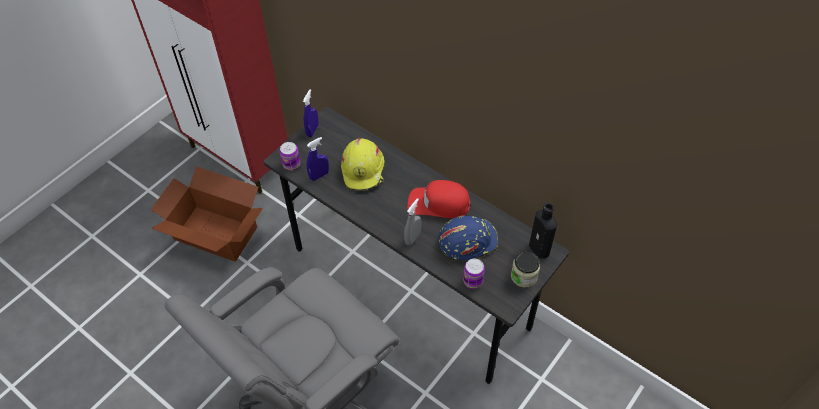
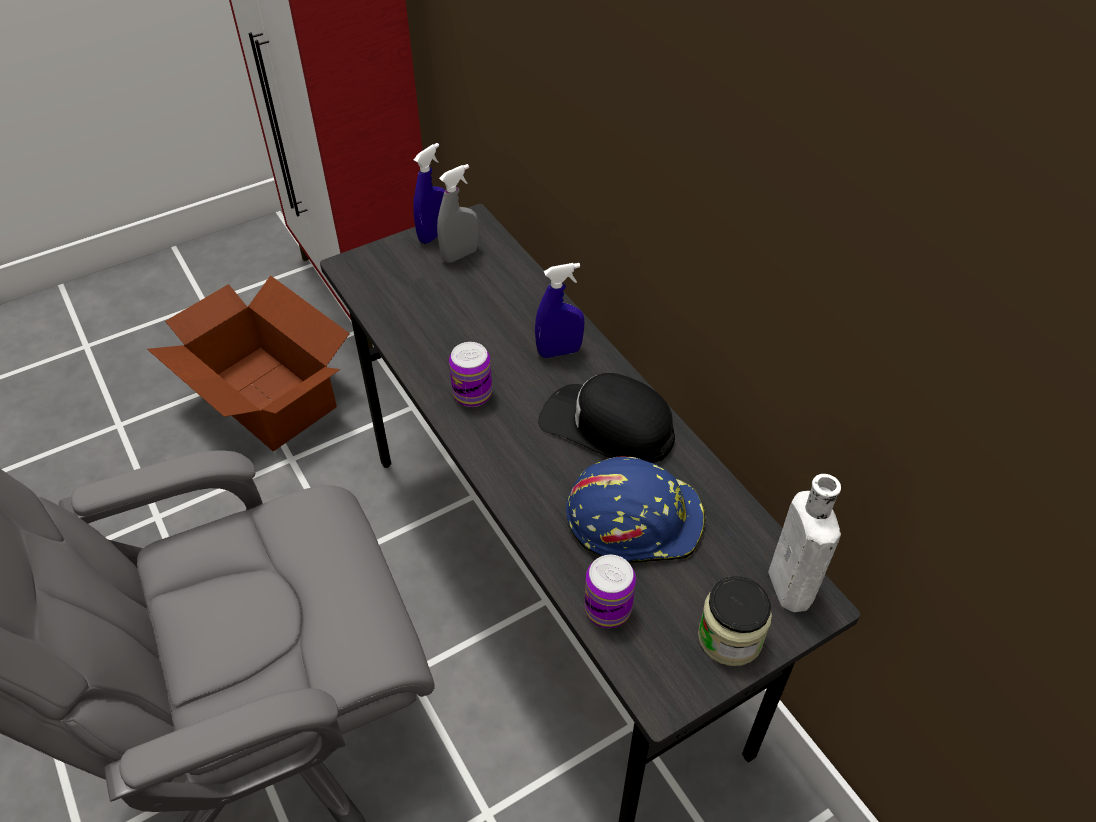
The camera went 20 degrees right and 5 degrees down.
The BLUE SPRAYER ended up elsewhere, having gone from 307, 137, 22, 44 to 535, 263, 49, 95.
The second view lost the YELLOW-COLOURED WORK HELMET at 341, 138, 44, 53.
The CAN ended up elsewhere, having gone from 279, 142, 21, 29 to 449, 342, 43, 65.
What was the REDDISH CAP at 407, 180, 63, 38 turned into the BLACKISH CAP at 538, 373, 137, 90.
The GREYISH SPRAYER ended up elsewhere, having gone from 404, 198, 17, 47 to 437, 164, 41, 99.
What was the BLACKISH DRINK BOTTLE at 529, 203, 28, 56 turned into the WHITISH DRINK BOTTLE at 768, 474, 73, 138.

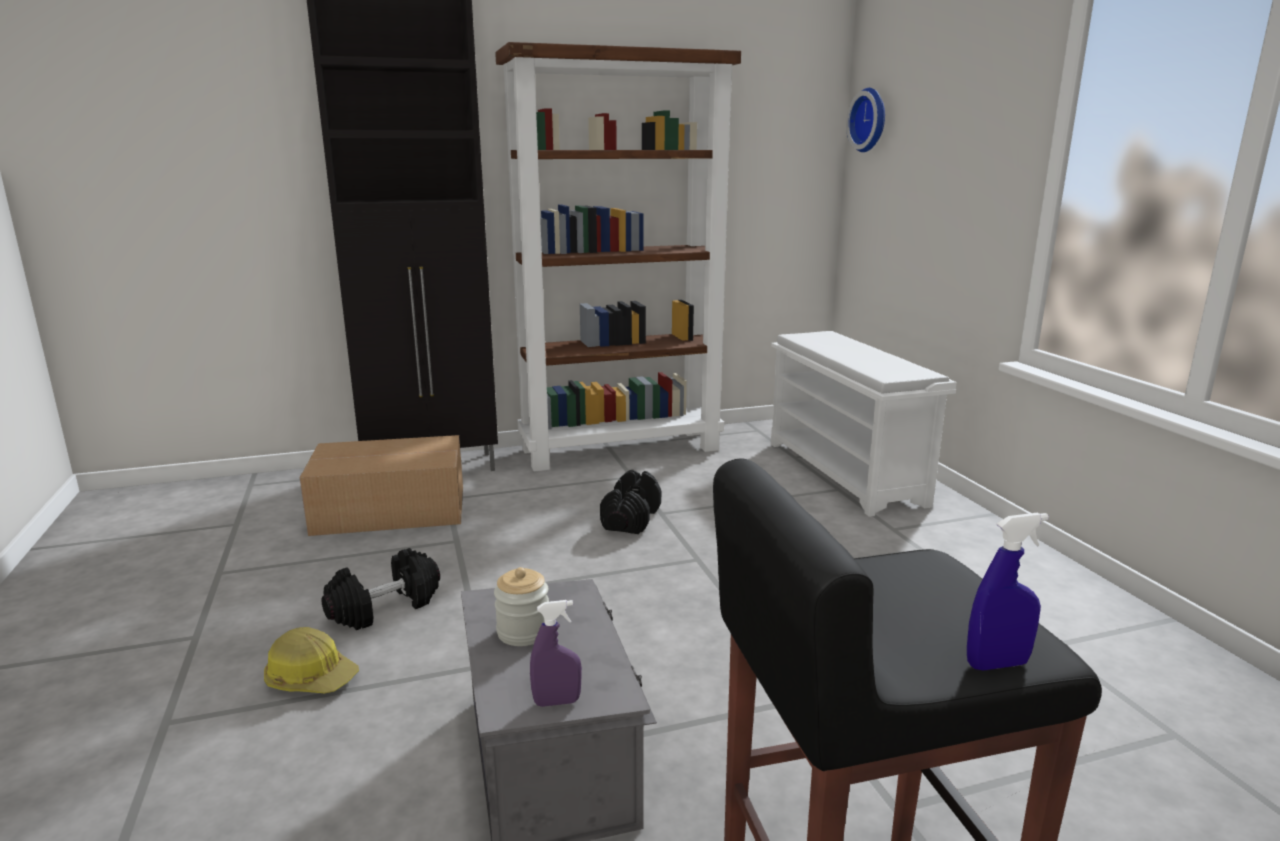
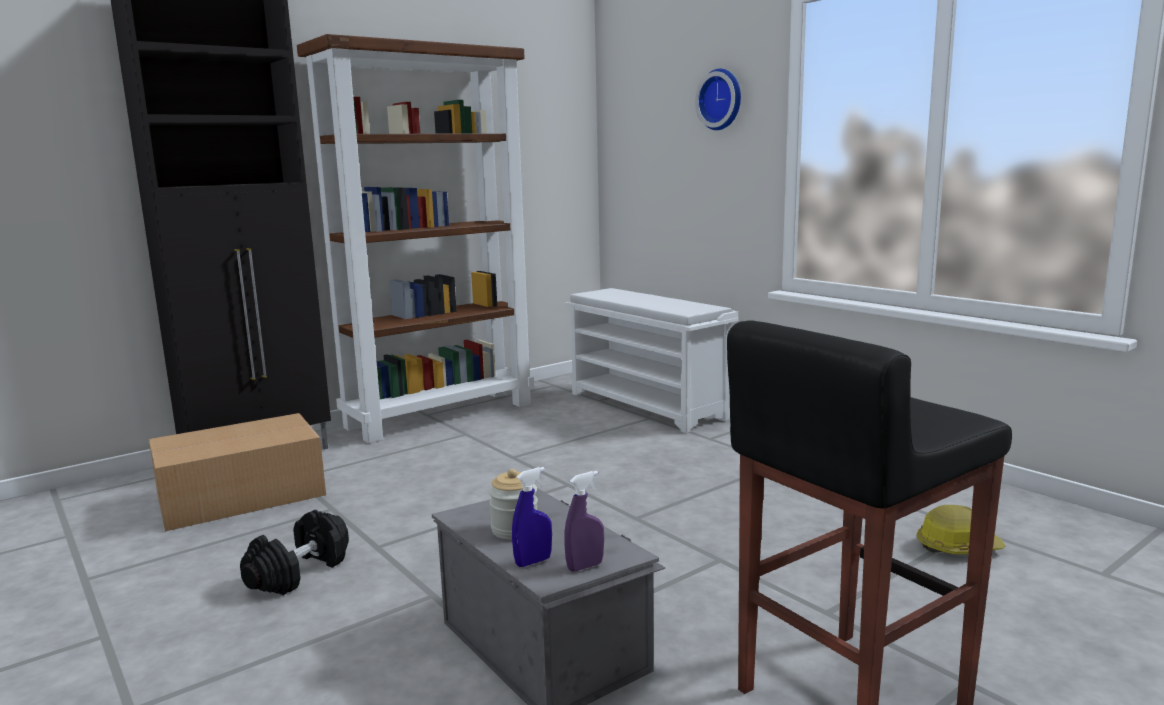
The camera went 20 degrees left and 5 degrees down.
The WALL CLOCK ended up elsewhere, having gone from 846, 88, 39, 64 to 695, 69, 46, 61.
The second view lost the BLACKISH FREE WEIGHT at 600, 470, 61, 64.
The BLUE SPRAYER ended up elsewhere, having gone from 967, 513, 82, 158 to 512, 467, 40, 100.
The WORK HELMET ended up elsewhere, having gone from 264, 627, 95, 66 to 917, 505, 89, 49.

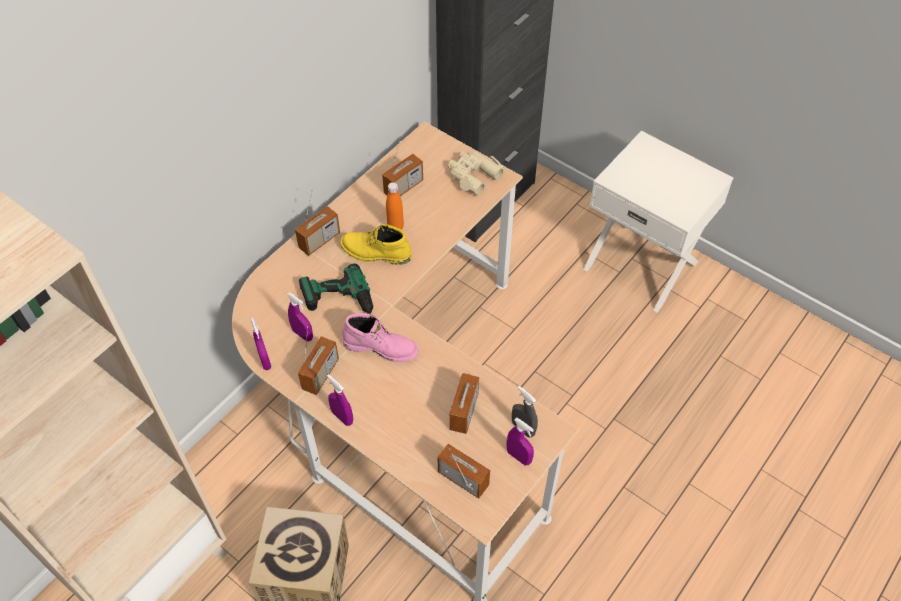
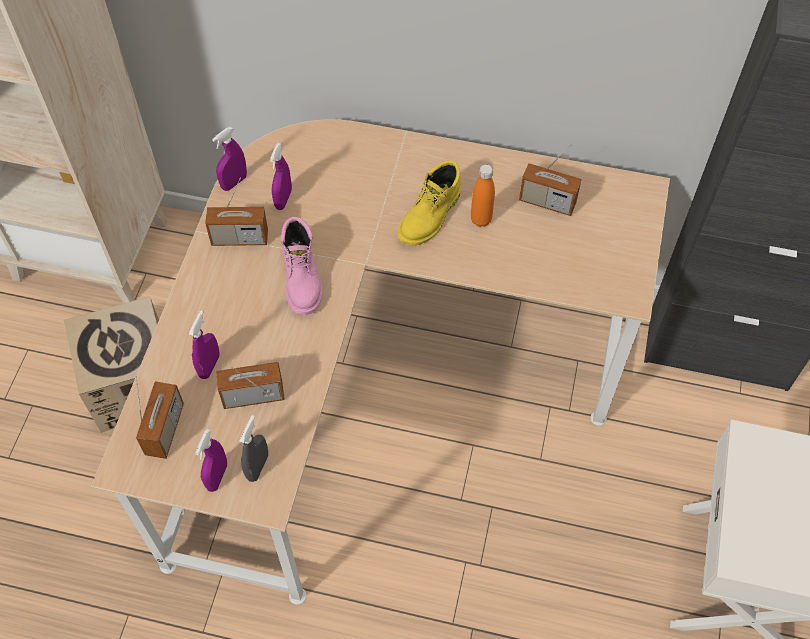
The camera went 65 degrees right and 5 degrees up.
The second view lost the BEIGE FIELD GLASSES at 448, 151, 57, 45.
The second view lost the RADIO SET at 295, 190, 45, 66.
The YELLOW-COLOURED HIGH-TOP BOOT at 341, 224, 71, 41 ended up facing another way, 135 degrees counterclockwise from before.
The second view lost the ELECTRIC DRILL at 299, 263, 74, 51.
The PURPLE-COLOURED SPRAYER ended up elsewhere, having gone from 327, 374, 26, 52 to 189, 310, 31, 69.

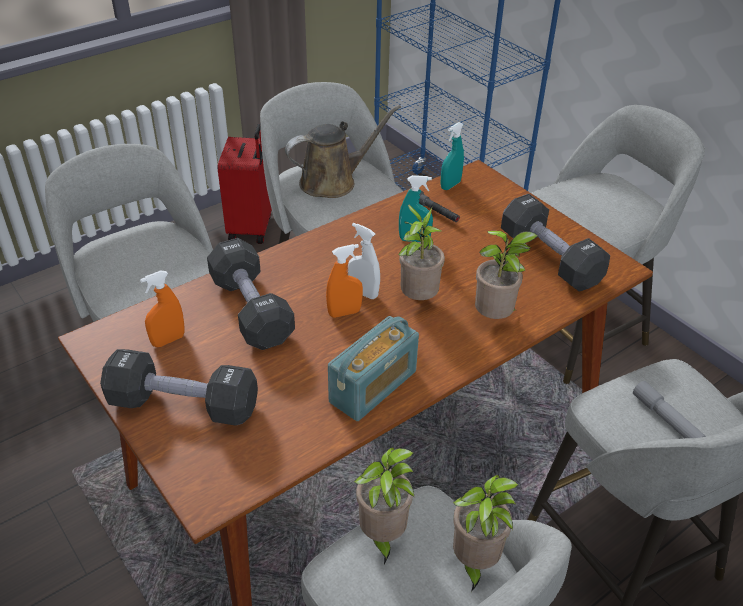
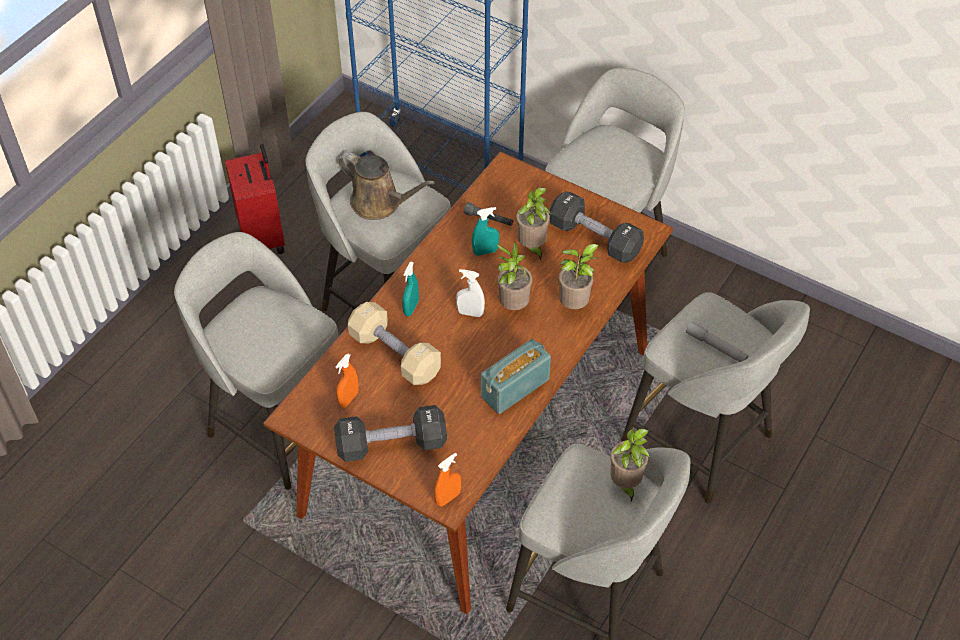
The camera went 20 degrees left and 10 degrees up.
The BROWNISH WATERING CAN at 285, 105, 116, 93 ended up facing another way, 75 degrees clockwise from before.
The TURQUOISE SPRAYER ended up elsewhere, having gone from 441, 122, 23, 68 to 402, 262, 17, 54.
What was the BLACKISH FREE WEIGHT at 207, 238, 88, 112 turned into the BEIGE FREE WEIGHT at 348, 302, 93, 83.
The ORANGEY SPRAYER ended up elsewhere, having gone from 326, 244, 37, 74 to 434, 453, 27, 54.
The RADIO SET at 328, 316, 91, 105 ended up facing another way, 150 degrees counterclockwise from before.
The HOUSEPLANT ended up elsewhere, having gone from 354, 447, 60, 117 to 516, 187, 35, 74.

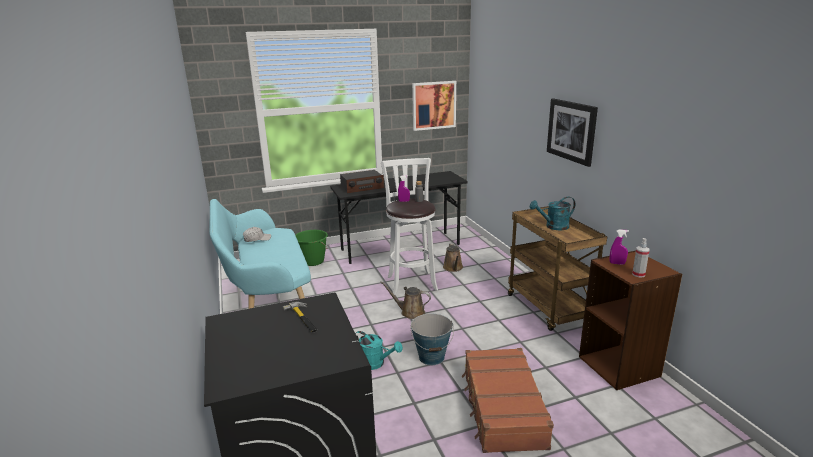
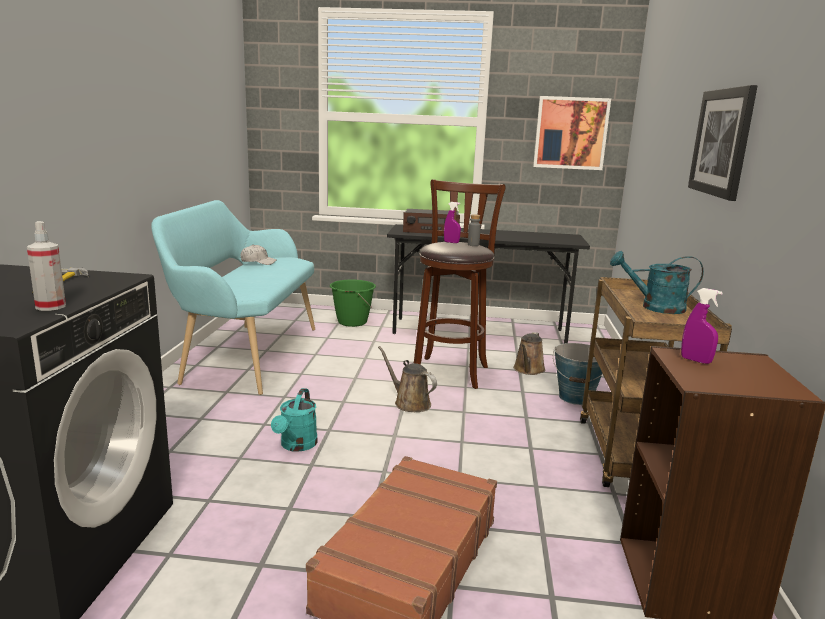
The camera went 25 degrees right and 5 degrees down.
What was the WHITISH STOOL SEAT at 381, 158, 57, 137 turned into the BROWNISH STOOL SEAT at 414, 180, 92, 209.
The SPRAYER ended up elsewhere, having gone from 632, 238, 18, 39 to 27, 221, 39, 90.
The PAIL ended up elsewhere, having gone from 410, 314, 44, 51 to 553, 343, 50, 62.
The TURQUOISE WATERING CAN at 355, 331, 48, 39 ended up facing another way, 45 degrees clockwise from before.

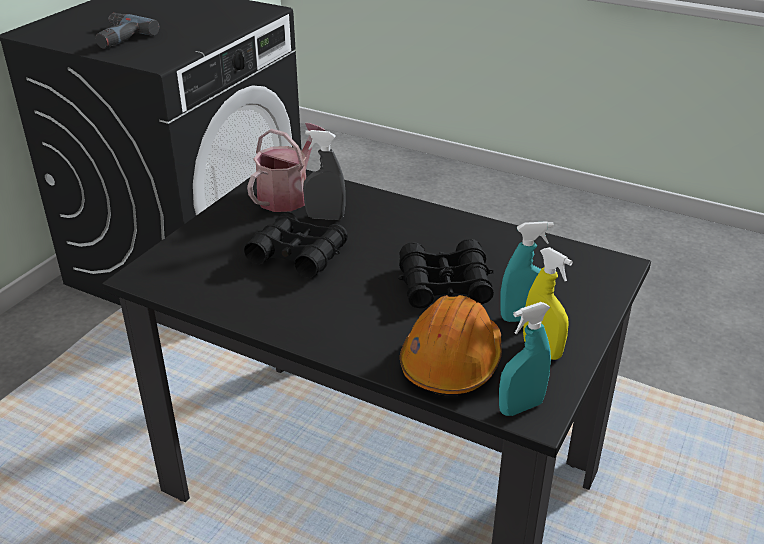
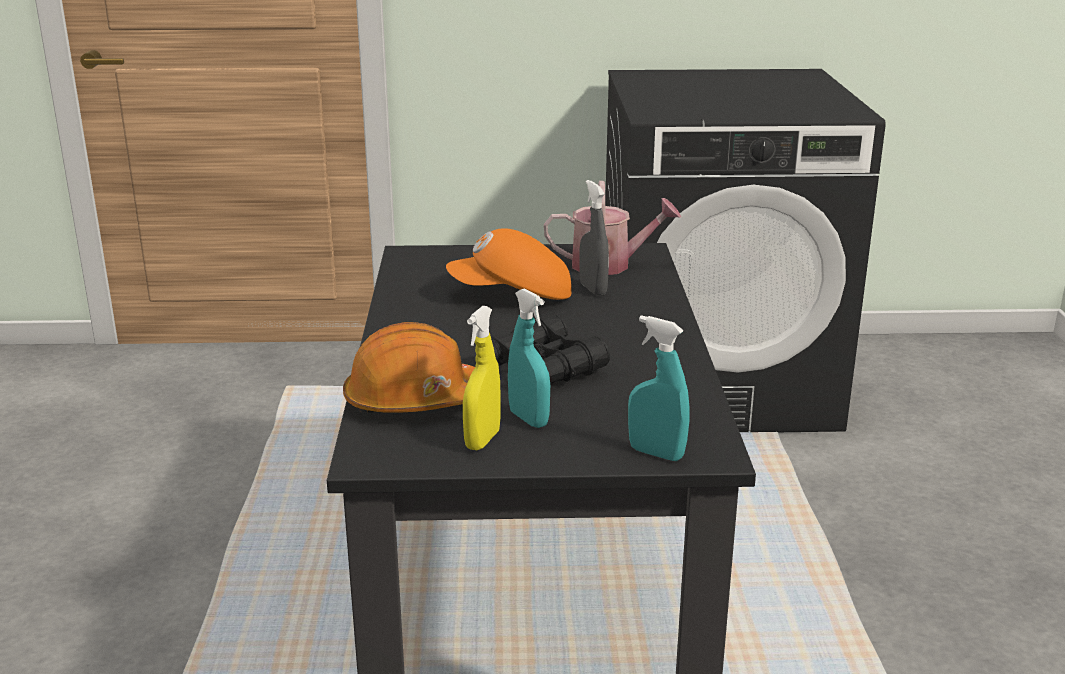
The camera went 60 degrees right and 10 degrees down.
The second view lost the ELECTRIC DRILL at 95, 13, 64, 36.
Where the BLACKISH FIELD GLASSES stood at 244, 212, 104, 66, the ORANGEY CAP came to stand at 446, 228, 125, 72.
The TURQUOISE SPRAYER ended up elsewhere, having gone from 499, 302, 52, 114 to 628, 315, 62, 146.

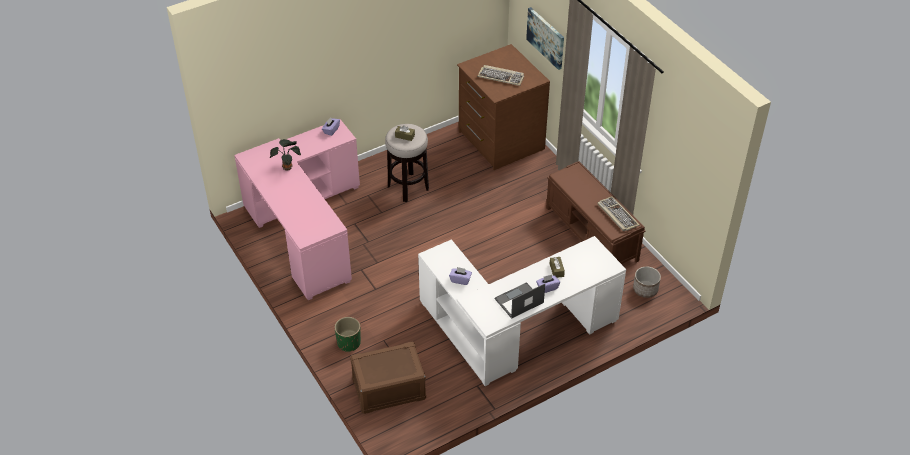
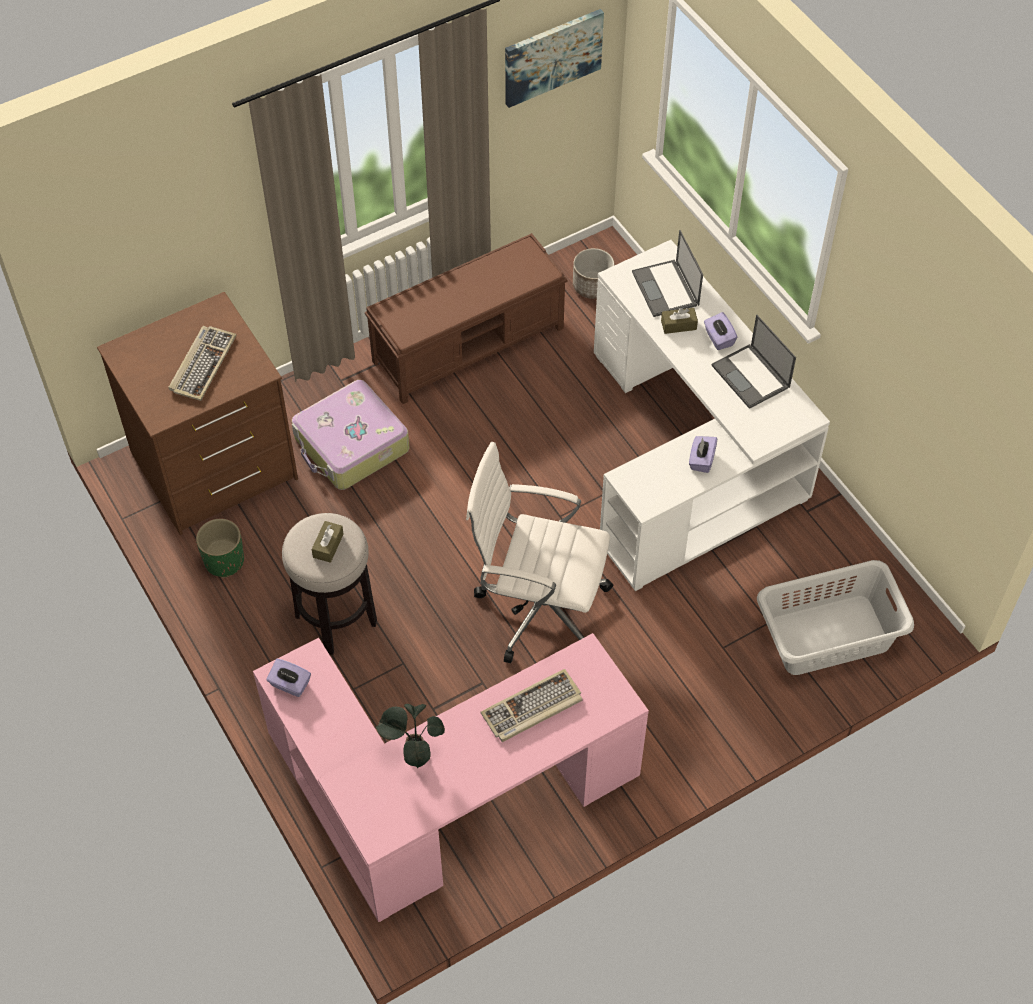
The camera went 90 degrees left and 10 degrees up.
The WALL PICTURE ended up elsewhere, having gone from 526, 7, 38, 63 to 505, 9, 99, 99.
The COMPUTER KEYBOARD ended up elsewhere, having gone from 597, 196, 42, 35 to 480, 669, 102, 73.
The GREEN PLANT POT ended up elsewhere, having gone from 334, 317, 27, 35 to 196, 519, 48, 59.
Where the BROWNISH STORAGE CONTAINER stood at 350, 342, 76, 72, the GREYISH HAMPER came to stand at 757, 560, 157, 115.
The second view gained the NOTEBOOK COMPUTER at 632, 230, 71, 87.
The second view gained the SUITCASE at 292, 380, 117, 110.
The second view gained the WHITISH COMPUTER CHAIR at 466, 442, 147, 221.

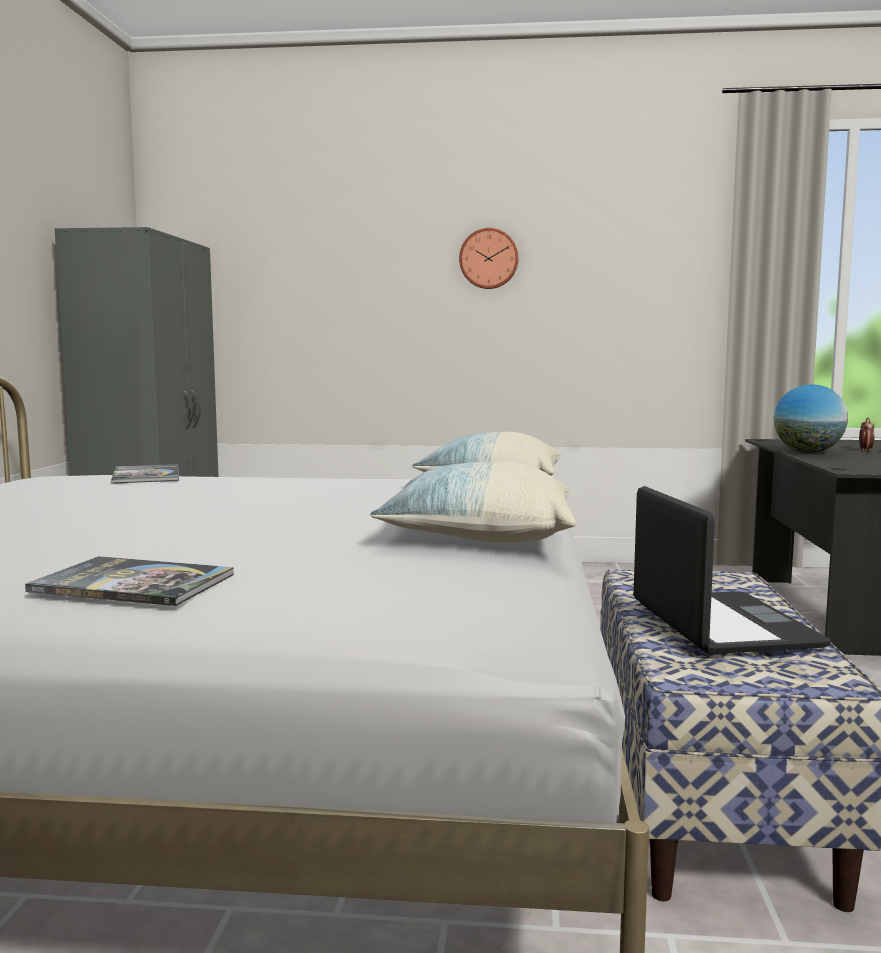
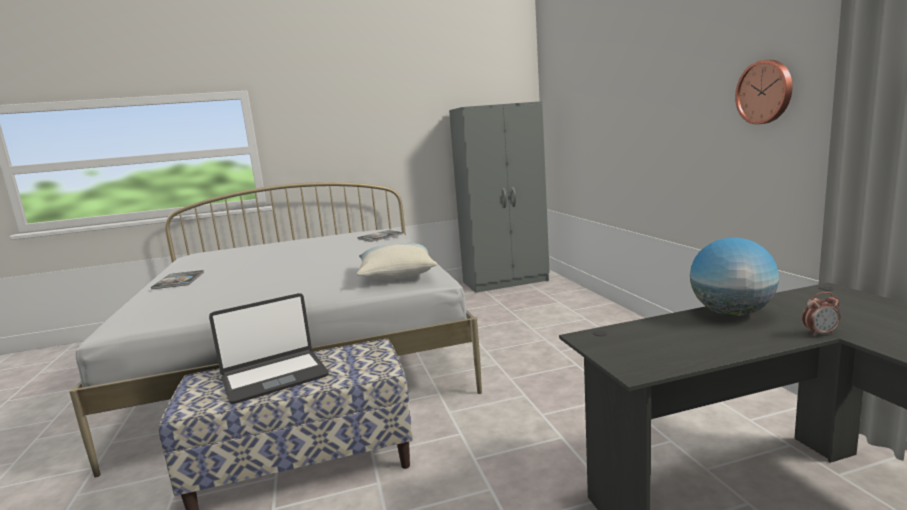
The camera went 70 degrees right and 5 degrees up.
The WALL CLOCK ended up elsewhere, having gone from 459, 228, 59, 61 to 735, 60, 58, 64.
The second view lost the PILLOW at 370, 461, 206, 82.

